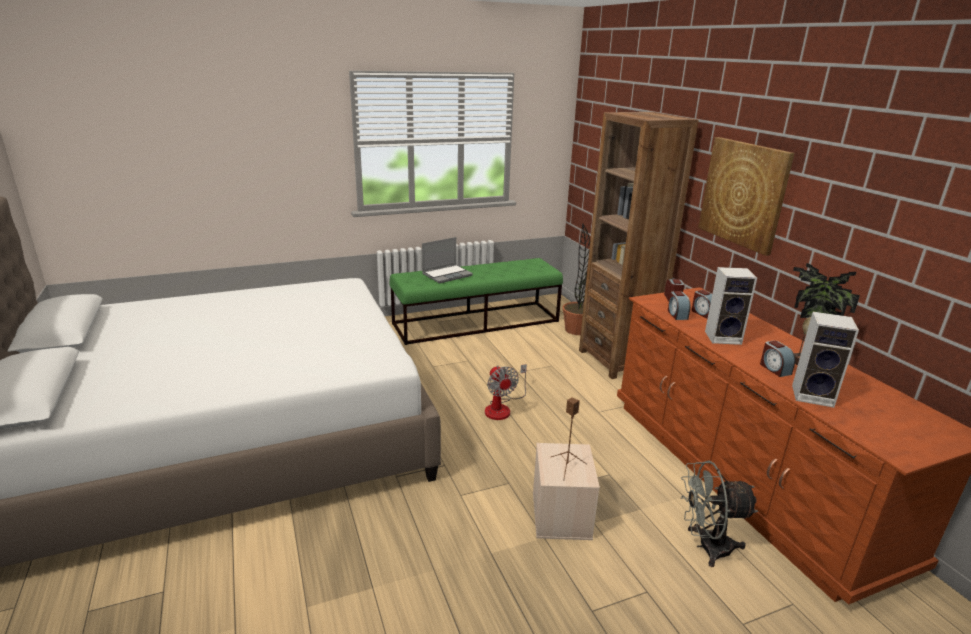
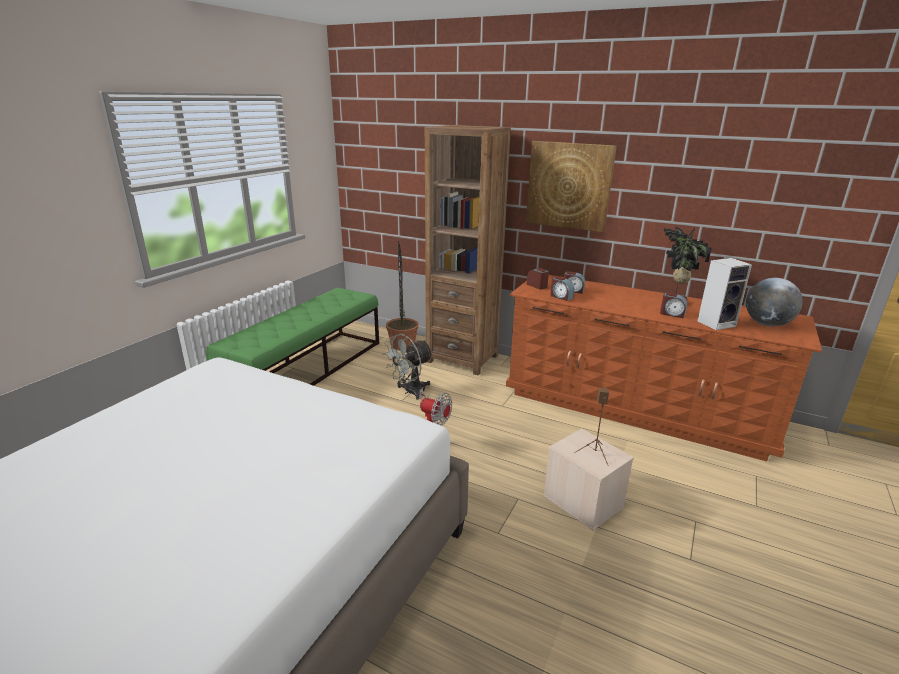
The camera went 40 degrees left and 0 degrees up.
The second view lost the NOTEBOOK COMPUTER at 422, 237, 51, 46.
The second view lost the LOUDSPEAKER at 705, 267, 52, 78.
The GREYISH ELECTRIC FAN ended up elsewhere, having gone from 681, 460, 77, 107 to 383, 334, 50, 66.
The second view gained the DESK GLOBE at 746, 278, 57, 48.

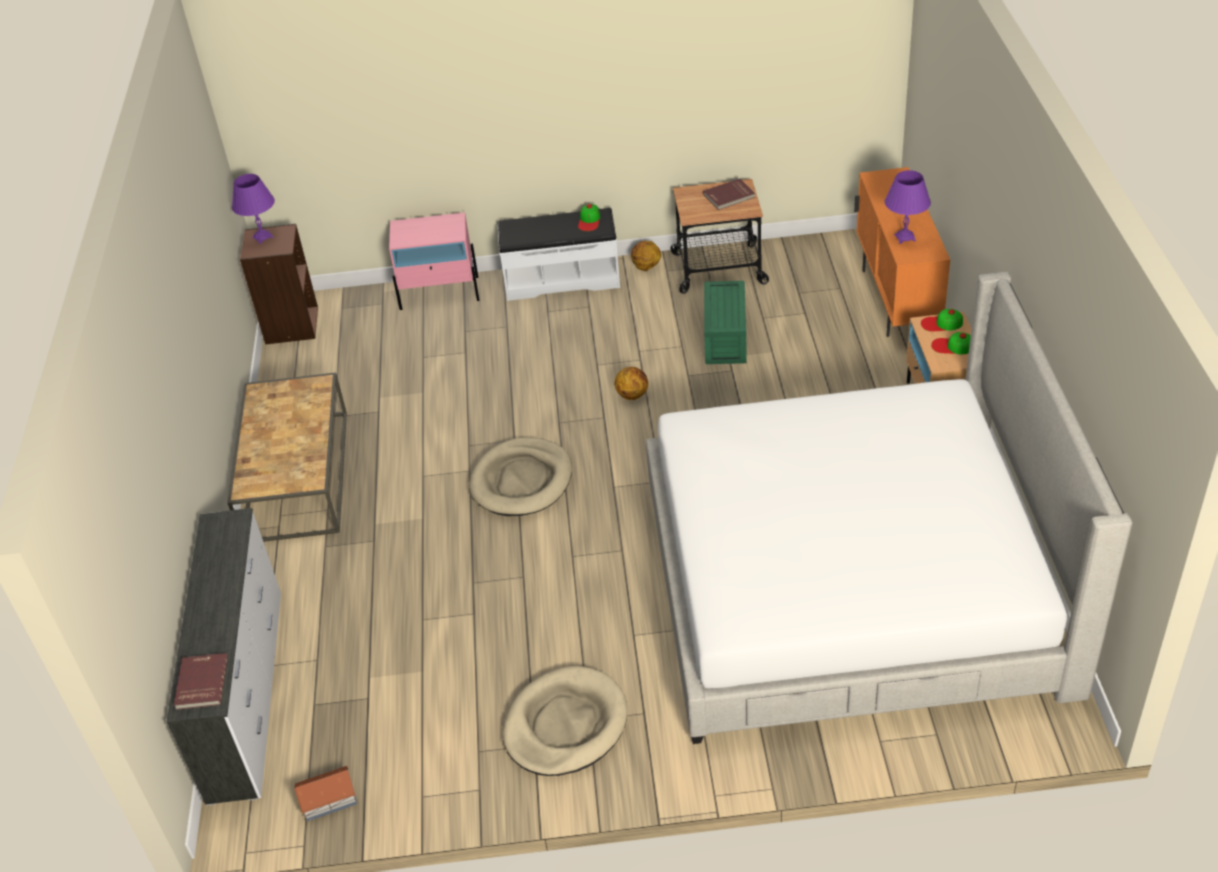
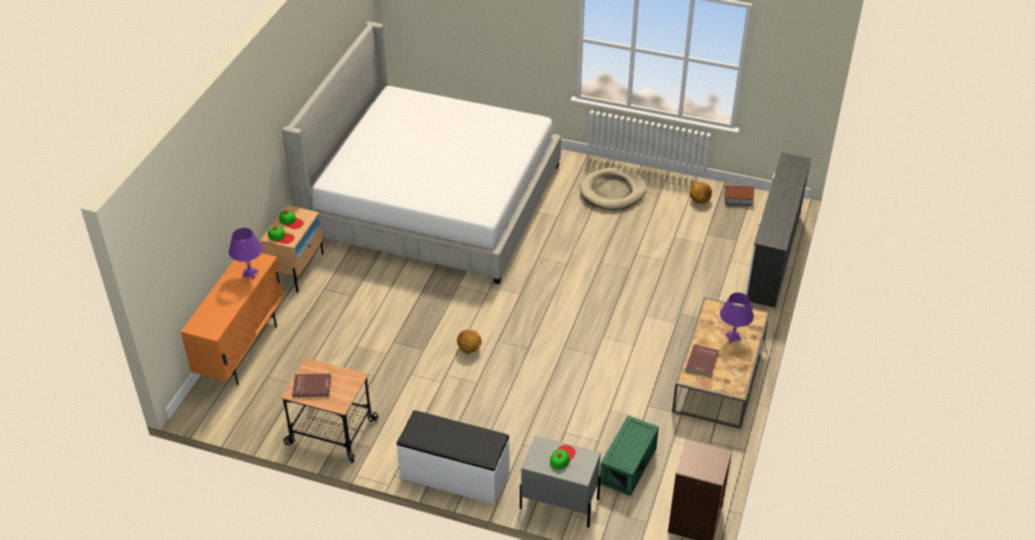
The camera went 160 degrees left and 0 degrees up.
The PURPLE-COLOURED TABLE LAMP ended up elsewhere, having gone from 232, 174, 43, 70 to 720, 293, 34, 50.
The CAP ended up elsewhere, having gone from 578, 204, 22, 27 to 550, 445, 26, 25.
What was the PINK-COLOURED BEDSIDE TABLE at 389, 212, 90, 98 turned into the GREYISH BEDSIDE TABLE at 520, 436, 81, 92.
The BALL FOR BASKETBALL ended up elsewhere, having gone from 631, 241, 30, 30 to 690, 182, 22, 22.
The GREEN STORAGE CONTAINER ended up elsewhere, having gone from 704, 281, 43, 83 to 600, 416, 59, 80.
The second view lost the BEIGE DOG BED at 469, 437, 103, 79.
The REDDISH BOOK ended up elsewhere, having gone from 174, 653, 54, 57 to 685, 344, 34, 33.

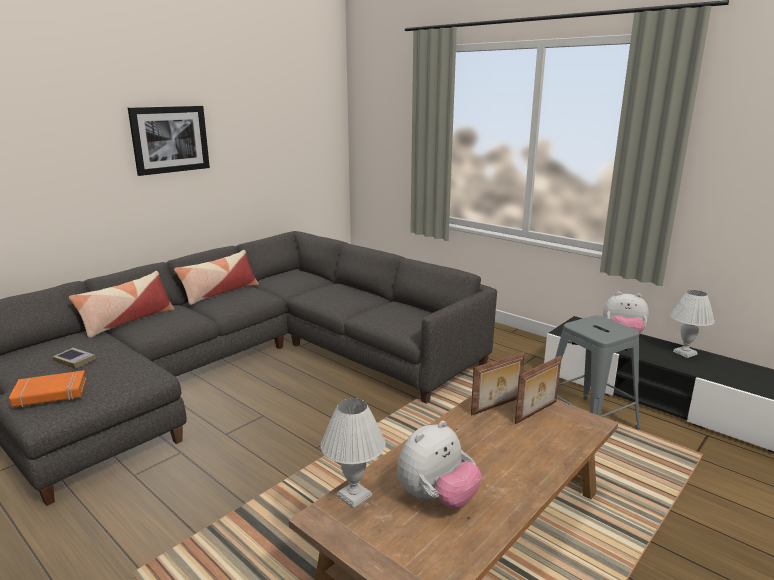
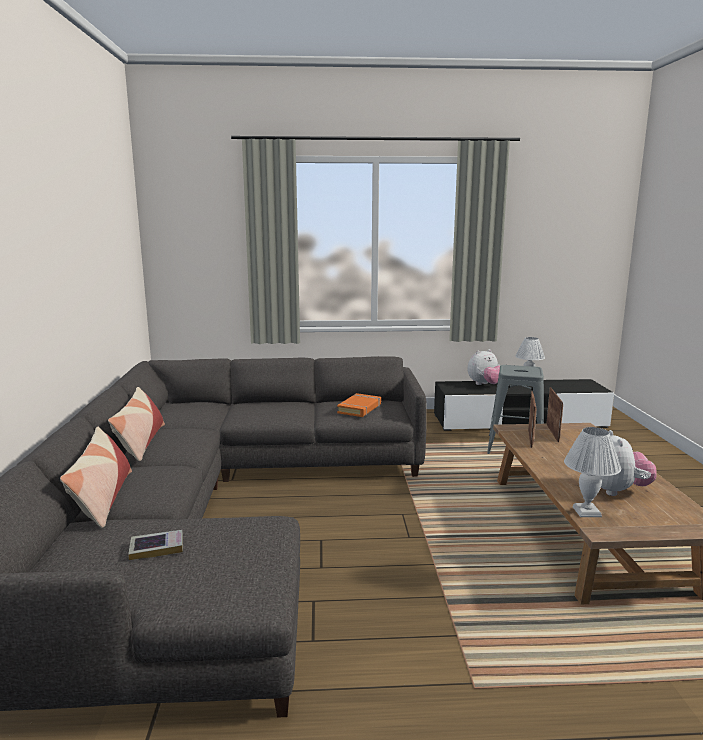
The camera went 45 degrees left and 5 degrees down.
The second view lost the WALL PICTURE at 128, 106, 82, 70.
The ORANGEY BOOK ended up elsewhere, having gone from 9, 370, 78, 38 to 337, 393, 44, 24.

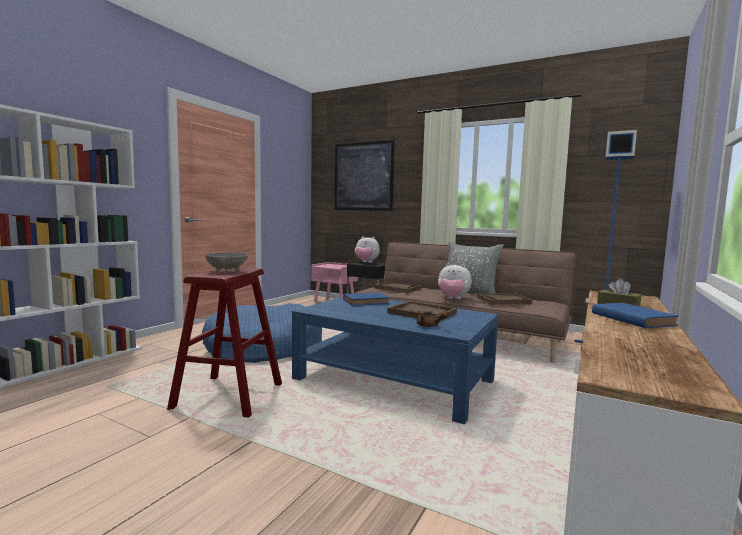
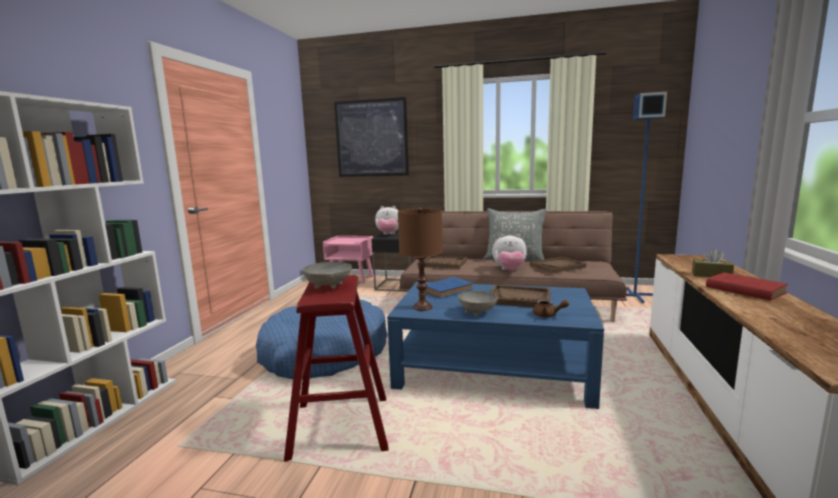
The camera went 15 degrees left and 5 degrees up.
What was the BLUE BOOK at 592, 303, 87, 25 turned into the REDDISH BOOK at 706, 272, 82, 28.
The second view gained the BROWNISH TABLE LAMP at 398, 207, 45, 104.
The second view gained the GREYISH DEEP DISH at 458, 291, 40, 25.

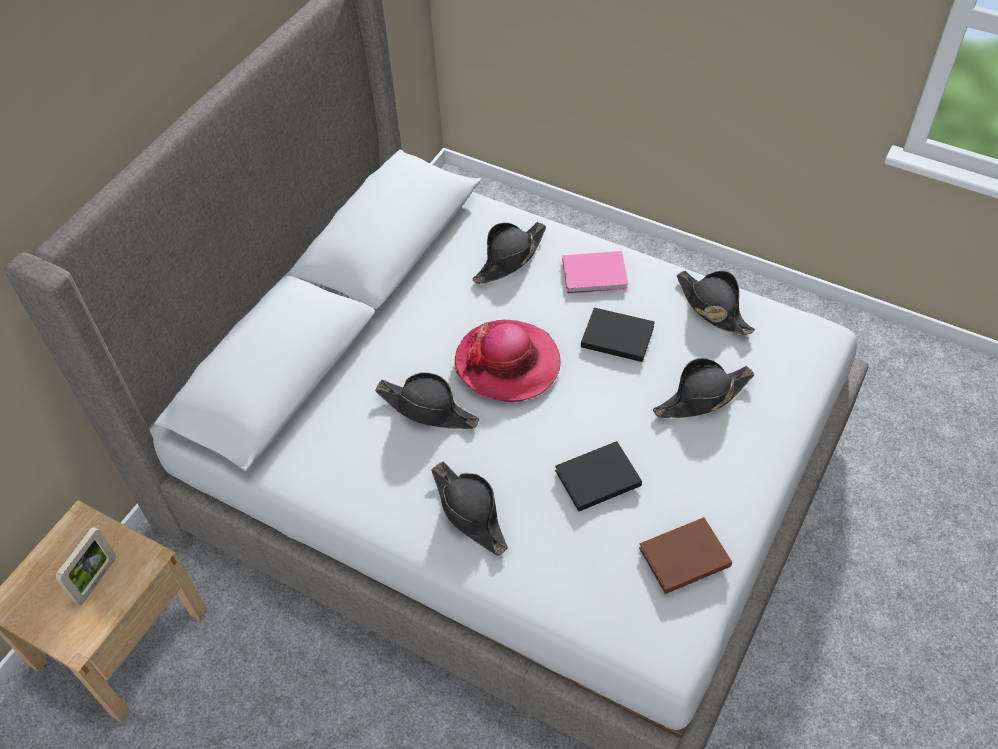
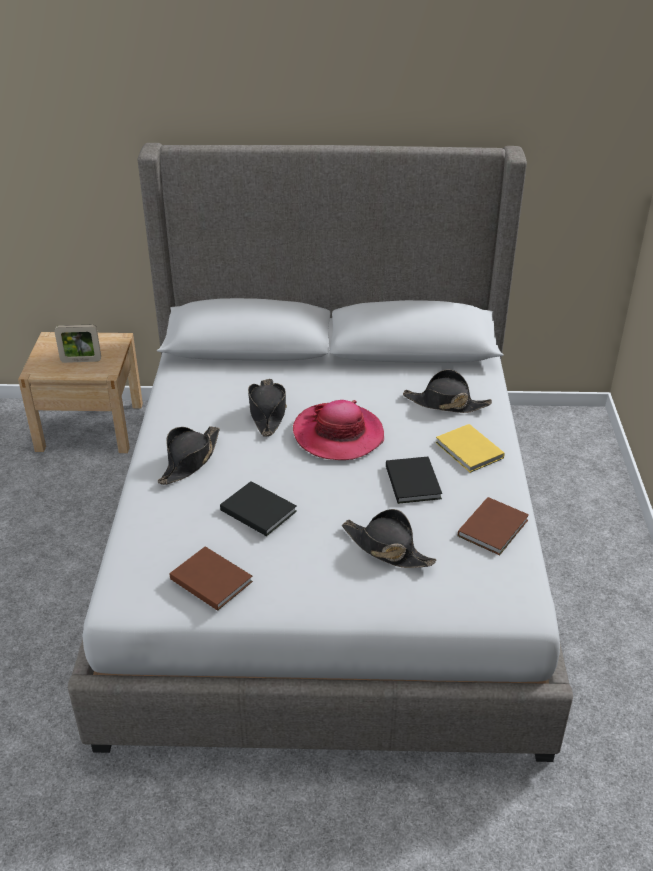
The camera went 60 degrees right and 15 degrees down.
What was the PINK-COLOURED BOOK at 562, 251, 66, 43 turned into the YELLOW-COLOURED BOOK at 435, 424, 70, 49.
Where the BLACKISH HAT stood at 676, 271, 79, 64, the BROWNISH BOOK came to stand at 458, 497, 71, 58.

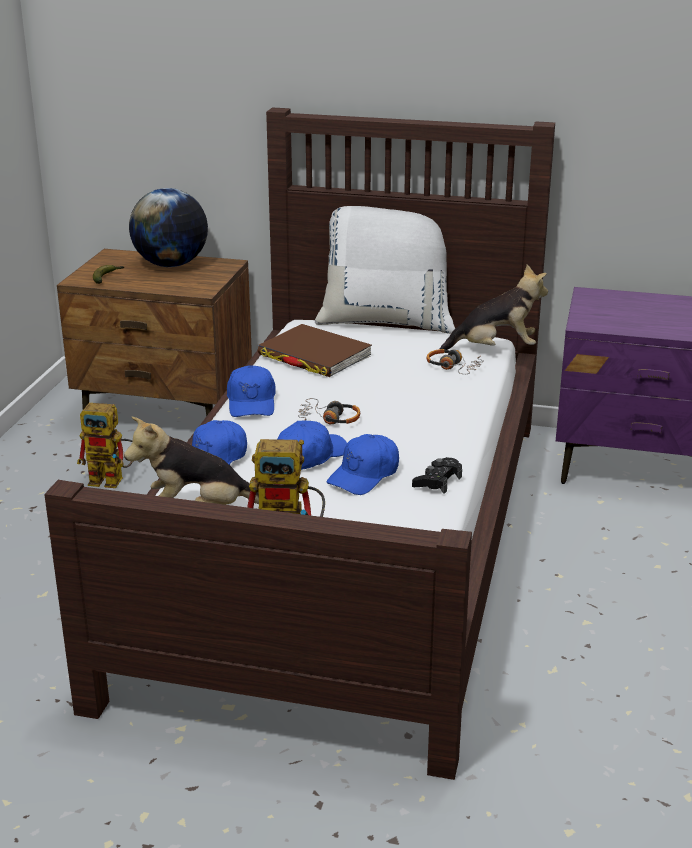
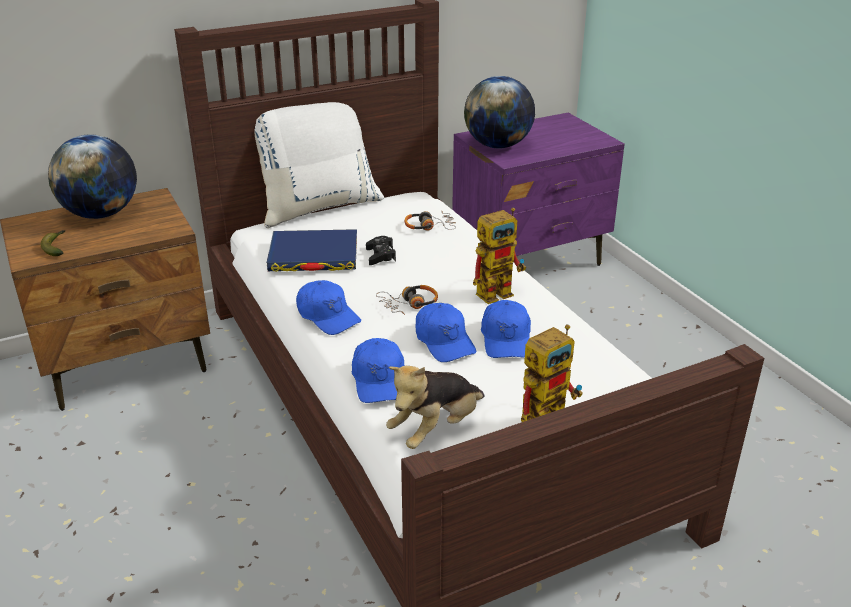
The camera went 40 degrees left and 5 degrees up.
The second view lost the CUDDLY TOY at 440, 264, 108, 86.
What was the BROWNISH BOOK at 258, 324, 114, 53 turned into the BLUE BOOK at 266, 229, 91, 43.
The ROBOT FIGURE ended up elsewhere, having gone from 77, 403, 56, 85 to 473, 208, 53, 96.
The BLUE CAP at 277, 421, 70, 49 ended up facing another way, 150 degrees clockwise from before.
The BLACKISH JOYPAD ended up elsewhere, having gone from 412, 457, 50, 37 to 366, 236, 30, 29.
The second view gained the DESK GLOBE at 464, 76, 71, 73.

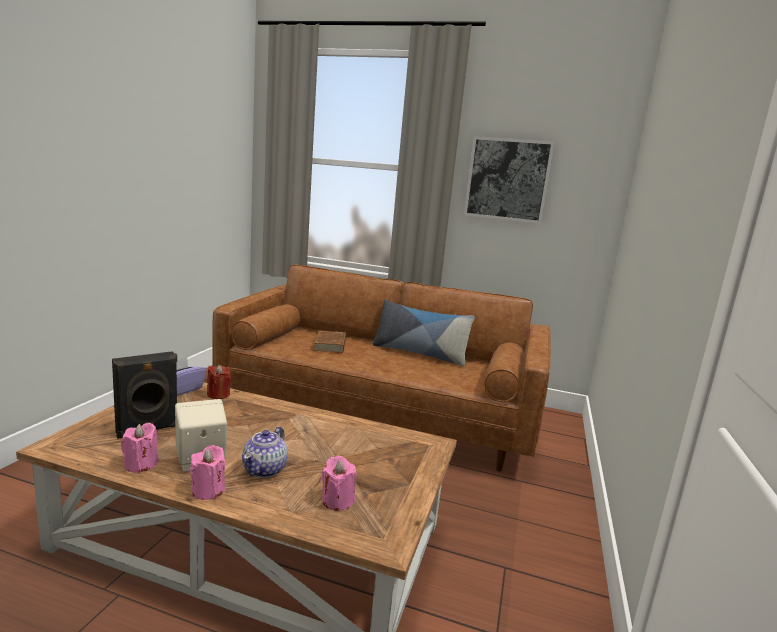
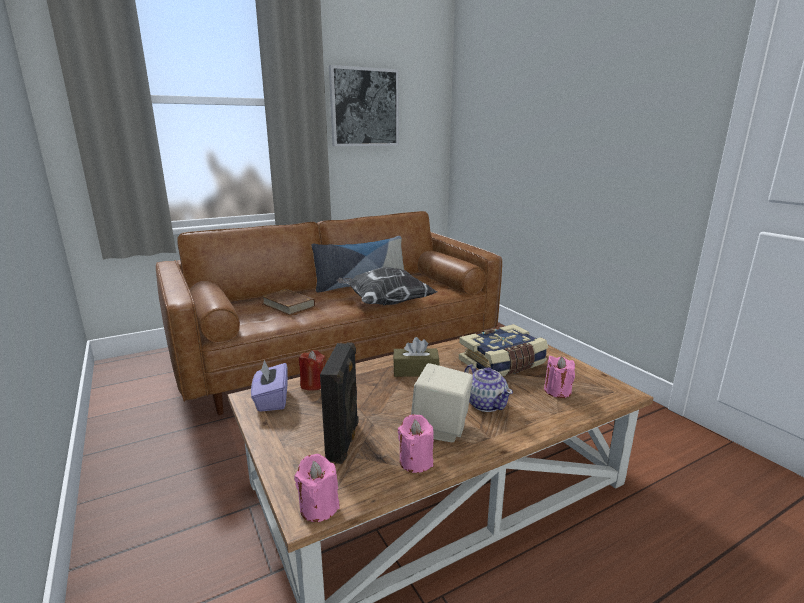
The camera went 45 degrees left and 5 degrees up.
The PINK-COLOURED CANDLE ended up elsewhere, having gone from 190, 445, 35, 55 to 294, 454, 46, 68.
The second view gained the PILLOW at 336, 267, 101, 38.
The second view gained the BOOK at 459, 324, 89, 53.
The second view gained the BROWNISH TISSUE BOX at 393, 337, 47, 40.

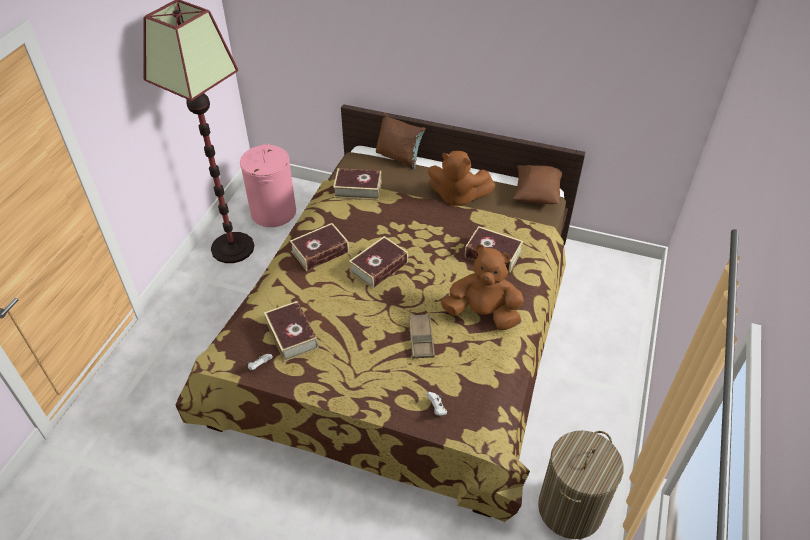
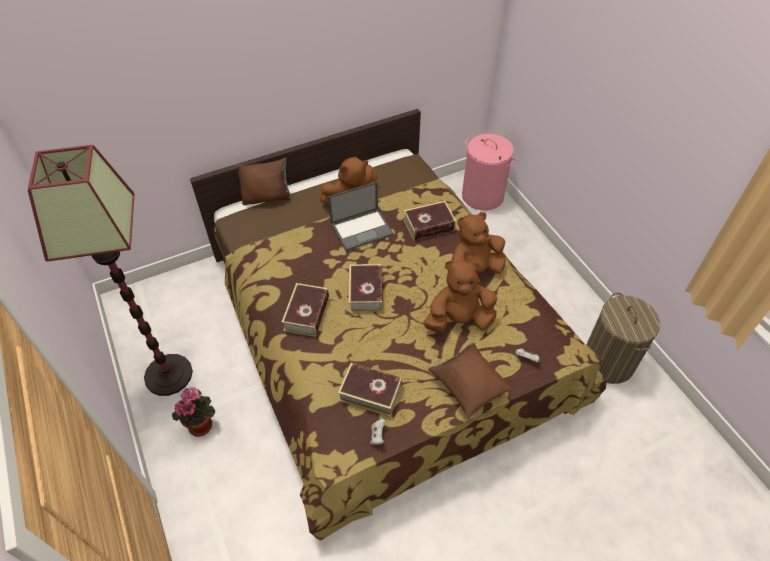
The camera went 45 degrees left and 5 degrees up.
The PINK-COLOURED HAMPER ended up elsewhere, having gone from 240, 144, 56, 83 to 462, 134, 54, 77.
The BROWNISH PILLOW ended up elsewhere, having gone from 513, 165, 50, 39 to 428, 343, 83, 75.
The second view lost the BOOK at 333, 168, 49, 33.
Where the BROWNISH SERVING TRAY stood at 409, 314, 26, 44, the BROWNISH CUDDLY TOY came to stand at 423, 260, 74, 73.
The second view gained the NOTEBOOK COMPUTER at 328, 182, 66, 69.
The second view gained the HOUSEPLANT at 172, 386, 43, 51.

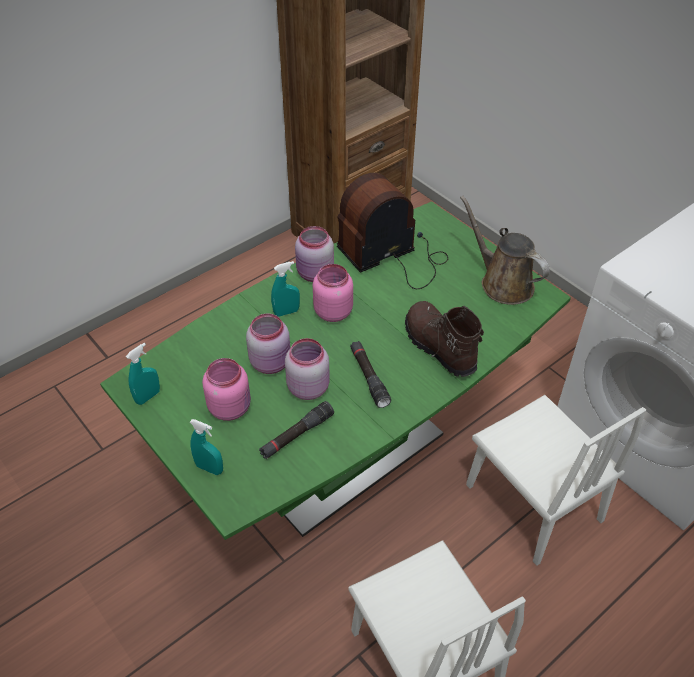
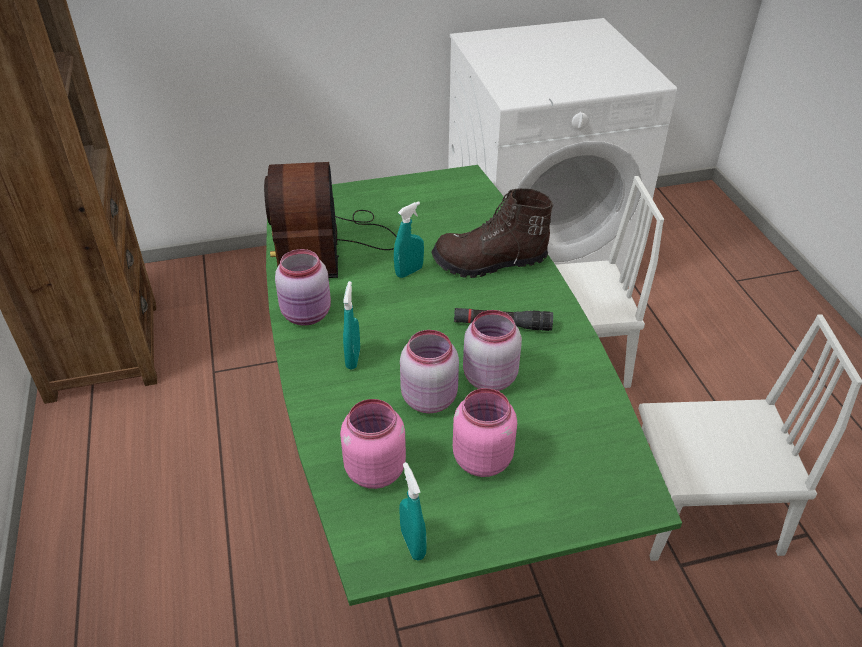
The camera went 65 degrees left and 5 degrees down.
The second view lost the BROWNISH WATERING CAN at 460, 196, 90, 109.
The PINK-COLOURED STORAGE JAR ended up elsewhere, having gone from 313, 264, 40, 58 to 340, 399, 66, 90.
The second view lost the BLACKISH FLASHLIGHT at 259, 401, 75, 58.
The TURQUOISE SPRAYER ended up elsewhere, having gone from 190, 419, 33, 56 to 394, 201, 30, 77.

